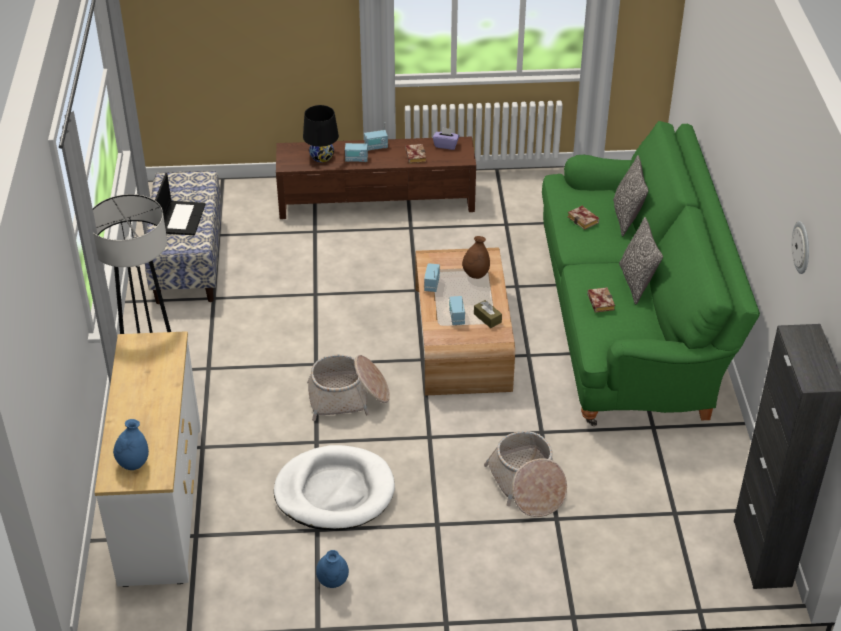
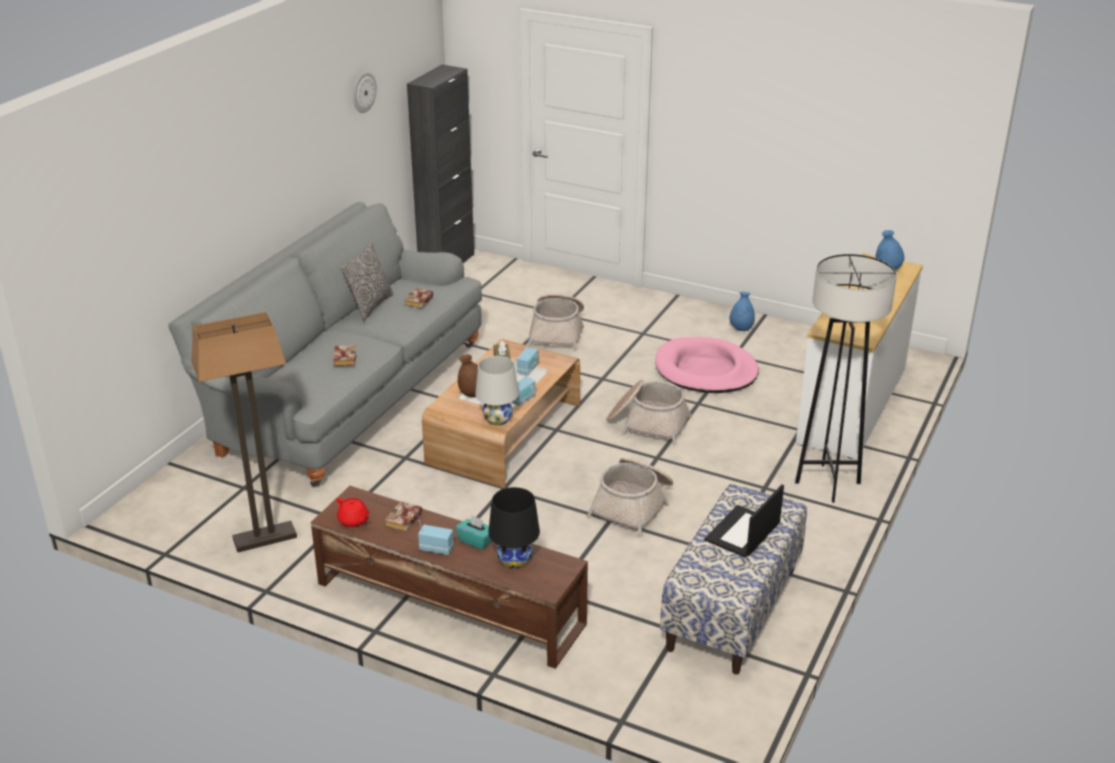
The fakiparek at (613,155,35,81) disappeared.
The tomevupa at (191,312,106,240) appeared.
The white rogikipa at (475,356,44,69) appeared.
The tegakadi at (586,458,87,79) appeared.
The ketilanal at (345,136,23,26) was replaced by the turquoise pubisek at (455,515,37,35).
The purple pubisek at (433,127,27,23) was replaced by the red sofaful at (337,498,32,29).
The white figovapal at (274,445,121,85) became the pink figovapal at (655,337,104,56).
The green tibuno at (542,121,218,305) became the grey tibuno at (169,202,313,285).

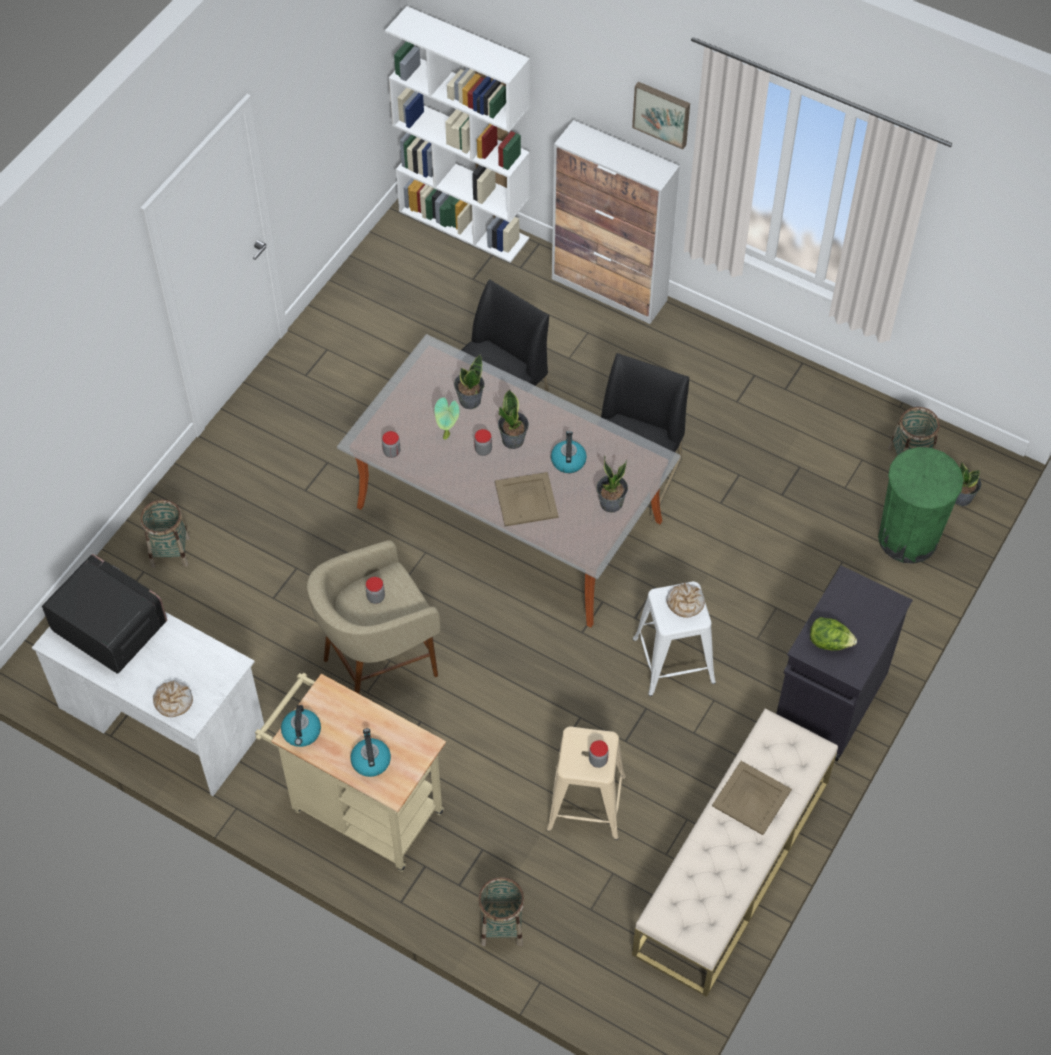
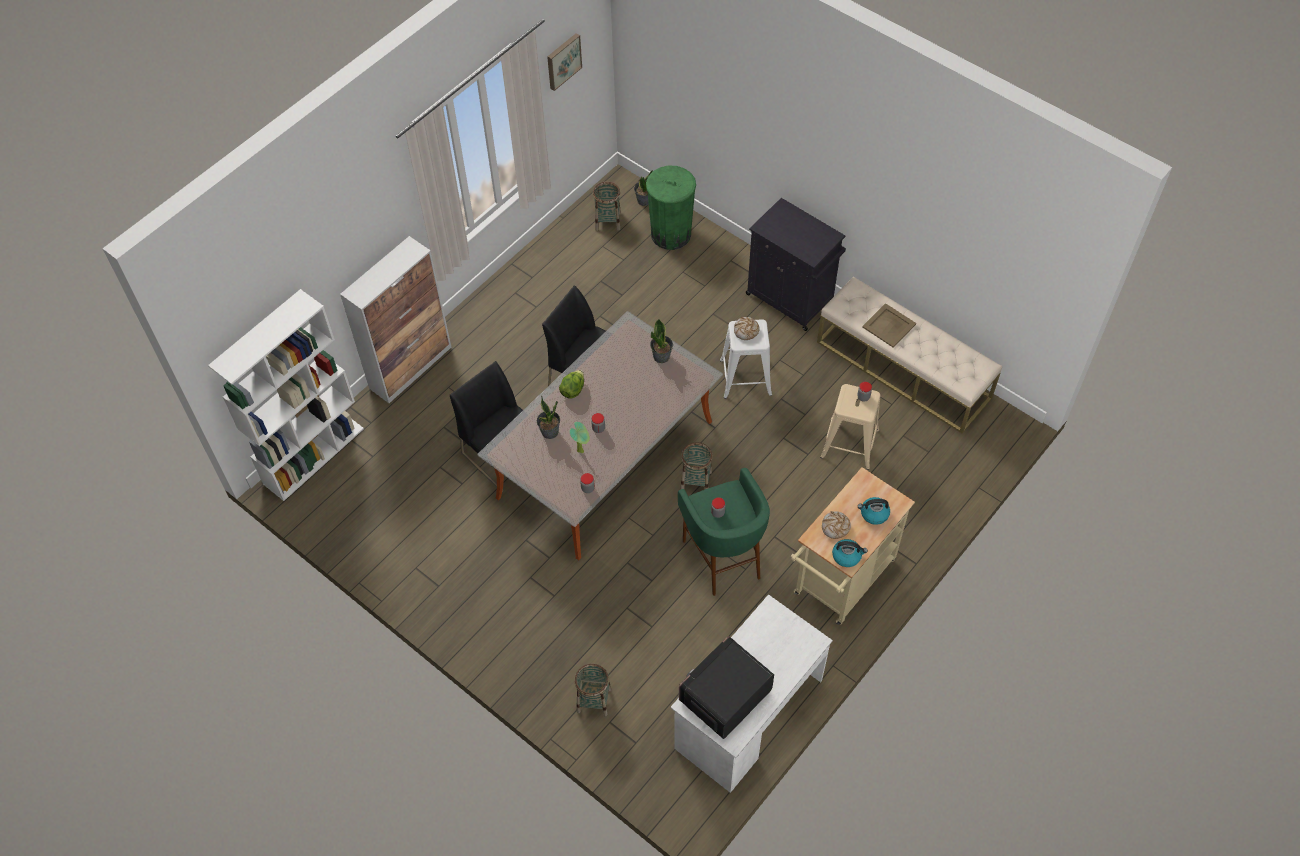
The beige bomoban at (495,472,64,54) disappeared.
The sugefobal at (498,389,31,60) disappeared.
The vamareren at (551,431,36,42) disappeared.
The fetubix moved from (153,680,40,37) to (822,511,29,28).
The tegakadi moved from (478,877,47,69) to (680,442,32,48).
The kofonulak moved from (632,82,58,67) to (547,33,35,58).
The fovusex moved from (810,617,47,34) to (559,370,25,29).
The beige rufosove at (307,540,134,154) became the green rufosove at (678,468,92,128).

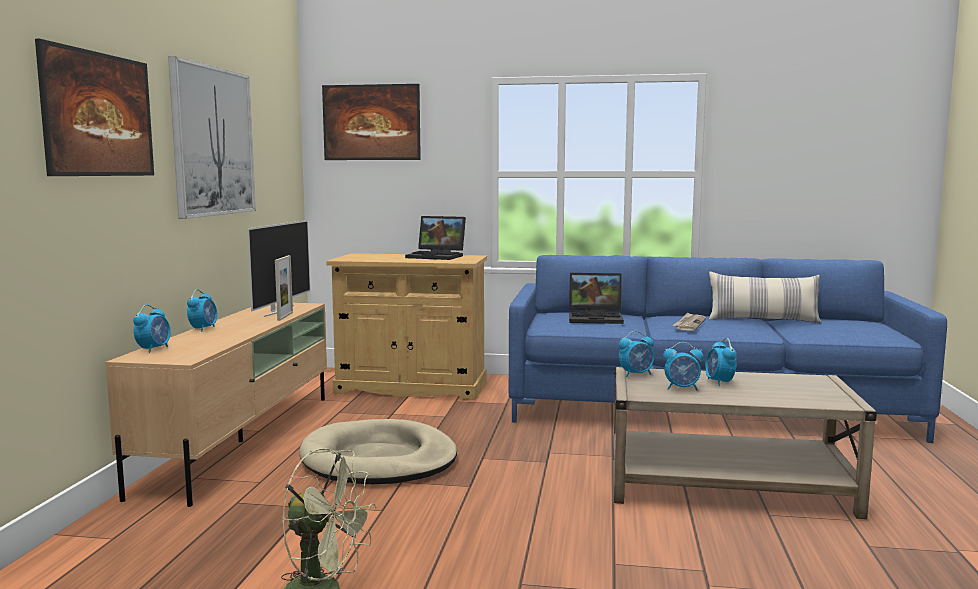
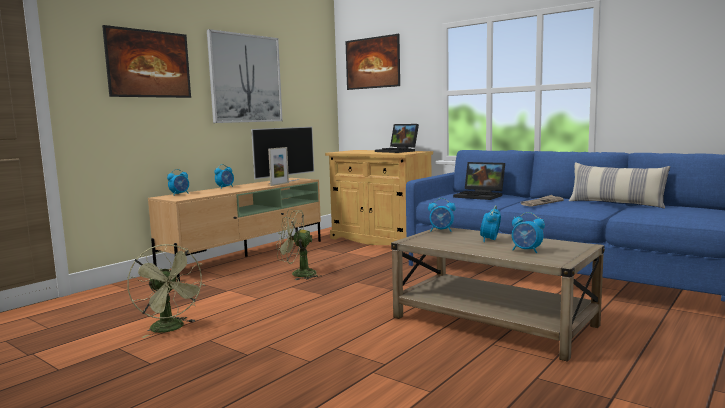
The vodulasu moved from (663,342,40,49) to (512,212,33,41).
The beige figovapal at (299,419,158,65) was replaced by the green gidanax at (276,209,46,71).

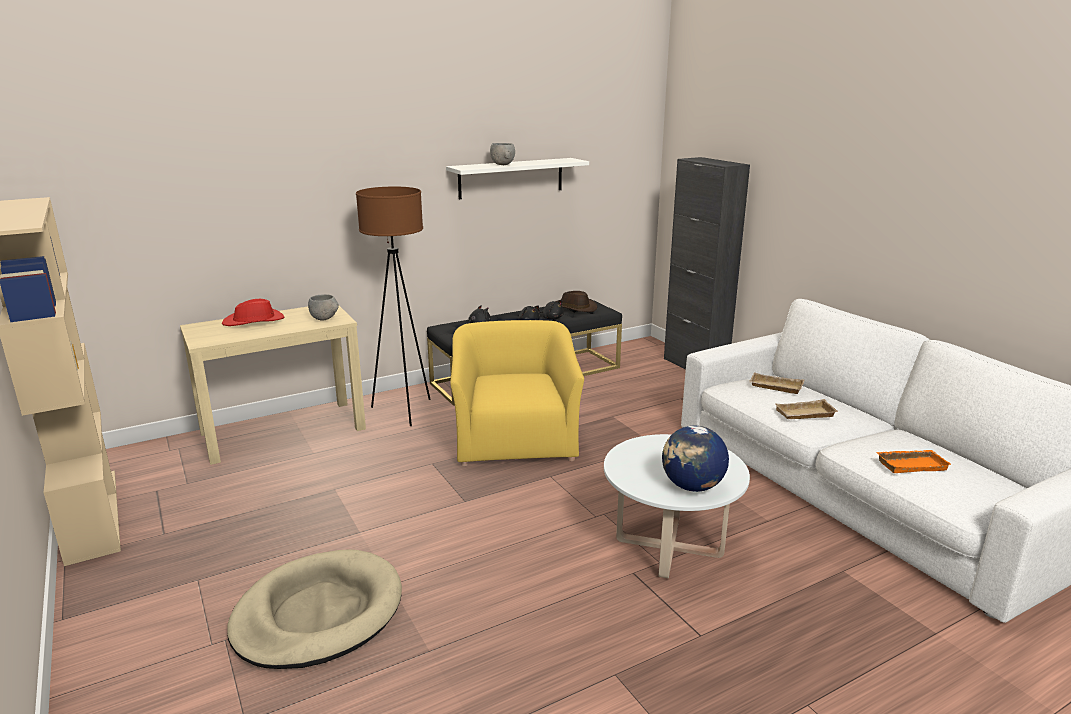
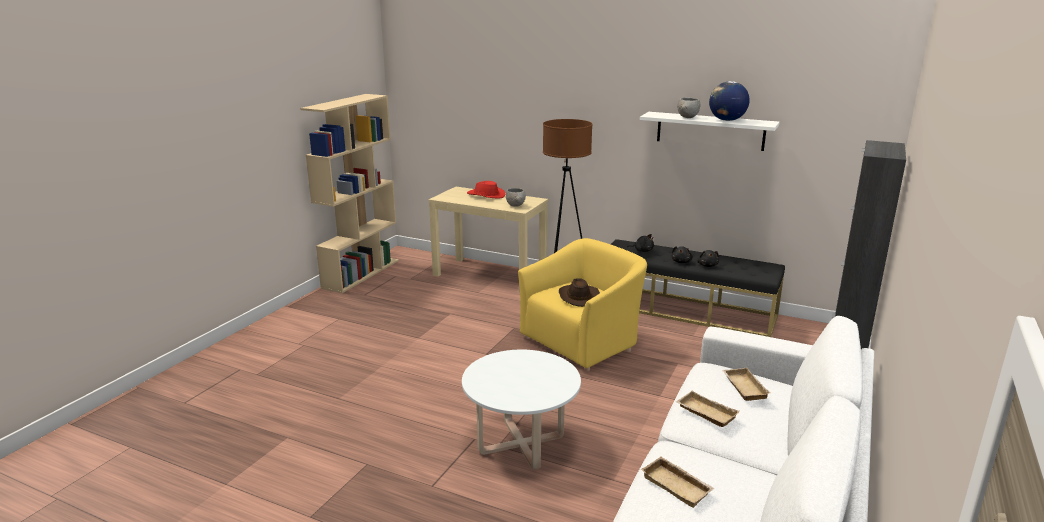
The beige figovapal at (227,549,175,120) disappeared.
The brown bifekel moved from (555,291,42,21) to (559,278,41,29).
The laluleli moved from (662,426,67,66) to (709,81,41,40).
The orange bomoban at (876,450,76,23) became the beige bomoban at (641,457,73,51).

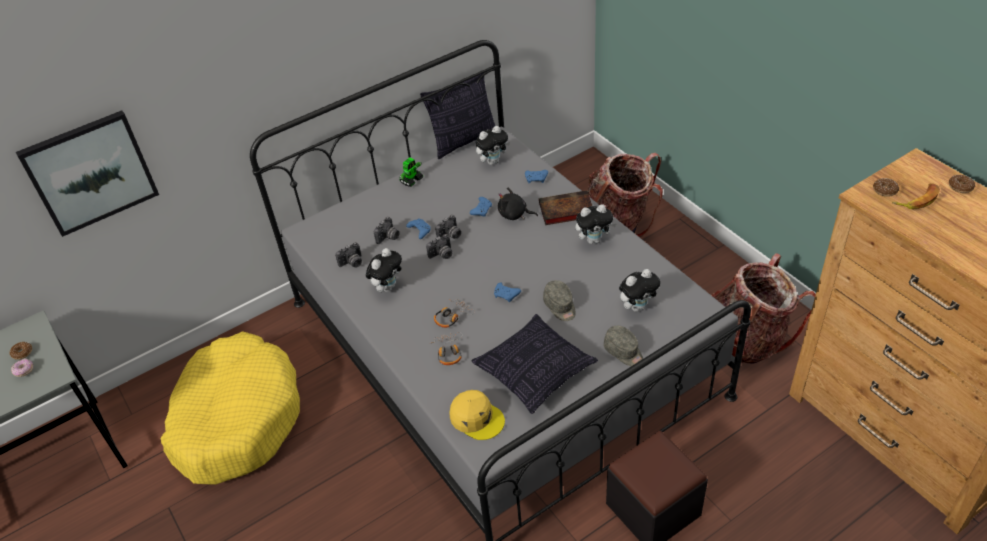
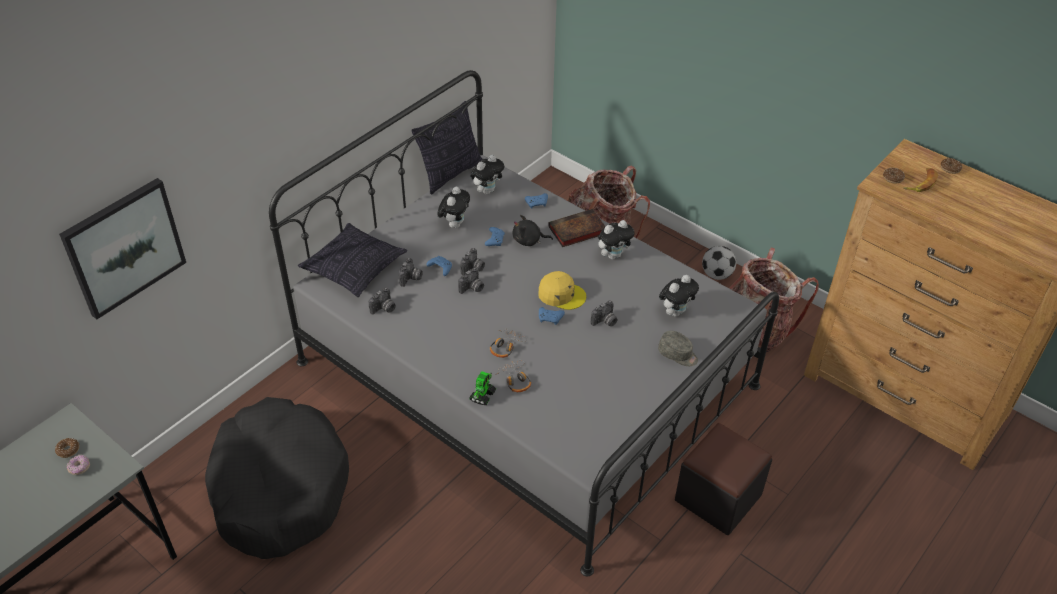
The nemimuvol at (702,246,34,34) appeared.
The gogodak moved from (366,248,36,44) to (438,187,32,41).
The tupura moved from (400,157,23,30) to (470,371,26,34).
The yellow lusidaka moved from (449,390,56,50) to (538,271,48,39).
The fakiparek moved from (471,314,127,100) to (298,223,109,74).
The grey lusidaka at (543,280,32,41) was replaced by the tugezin at (591,300,27,26).
The yellow figovapal at (161,331,139,154) became the black figovapal at (205,397,144,162).

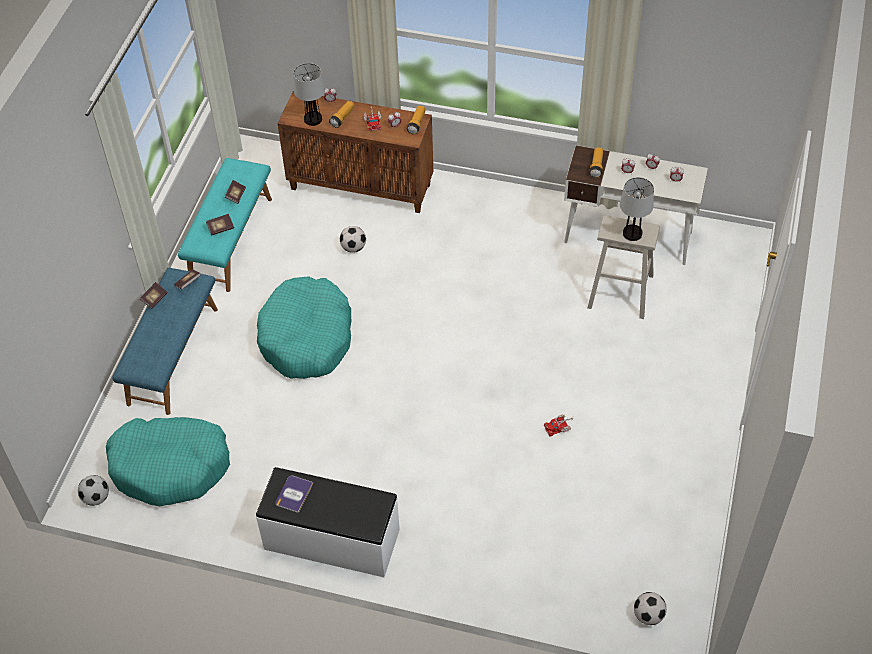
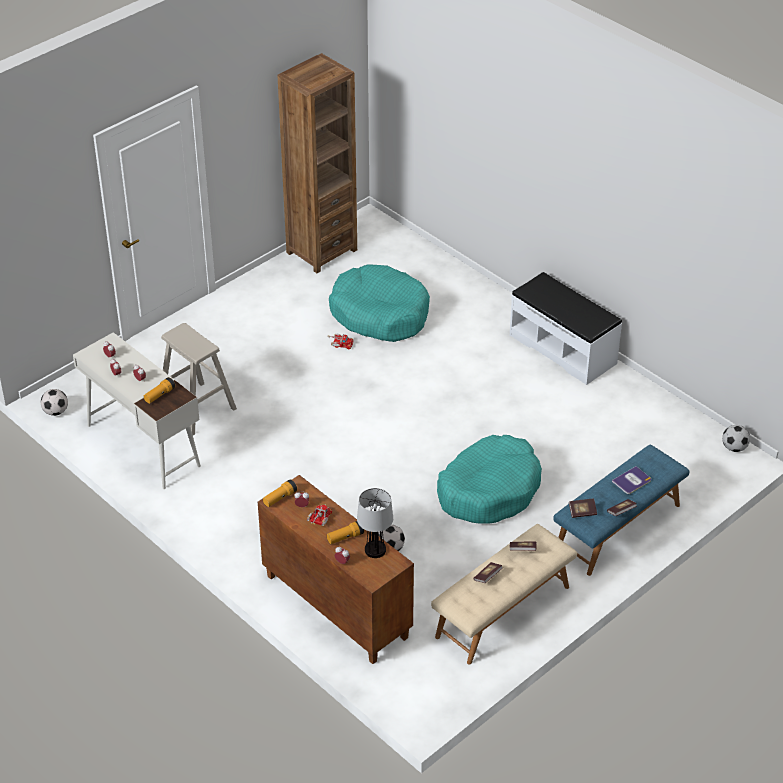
The rogikipa at (620,177,34,64) disappeared.
The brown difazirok at (277,53,80,220) appeared.
The turquoise figovapal moved from (106,417,124,89) to (329,264,101,78).
The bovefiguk moved from (275,475,38,38) to (612,466,39,28).
The nemimuvol moved from (634,592,33,33) to (41,389,27,27).
The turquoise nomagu at (178,158,94,134) became the beige nomagu at (431,524,146,141).

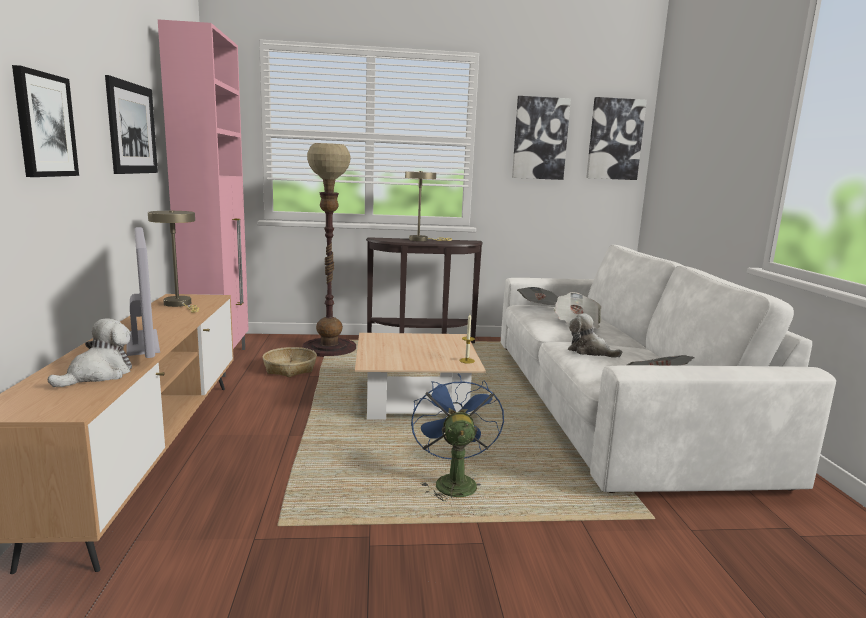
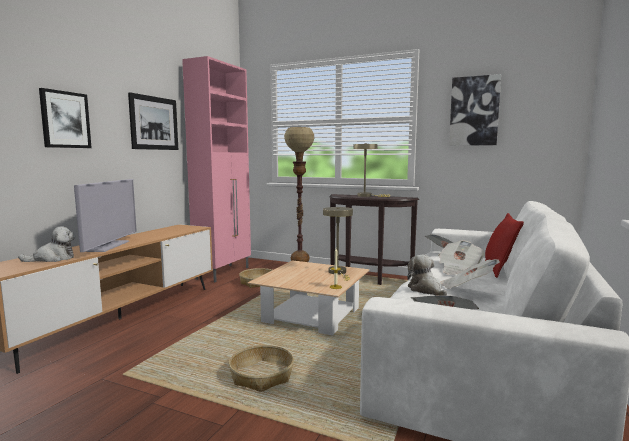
The kofonulak at (586,97,61,83) disappeared.
The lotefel at (440,259,60,30) appeared.
The red fakiparek at (485,213,39,65) appeared.
The beige rogikipa moved from (148,210,51,103) to (323,207,30,74).
The blue gidanax at (411,374,93,131) was replaced by the tegakadi at (229,345,65,47).

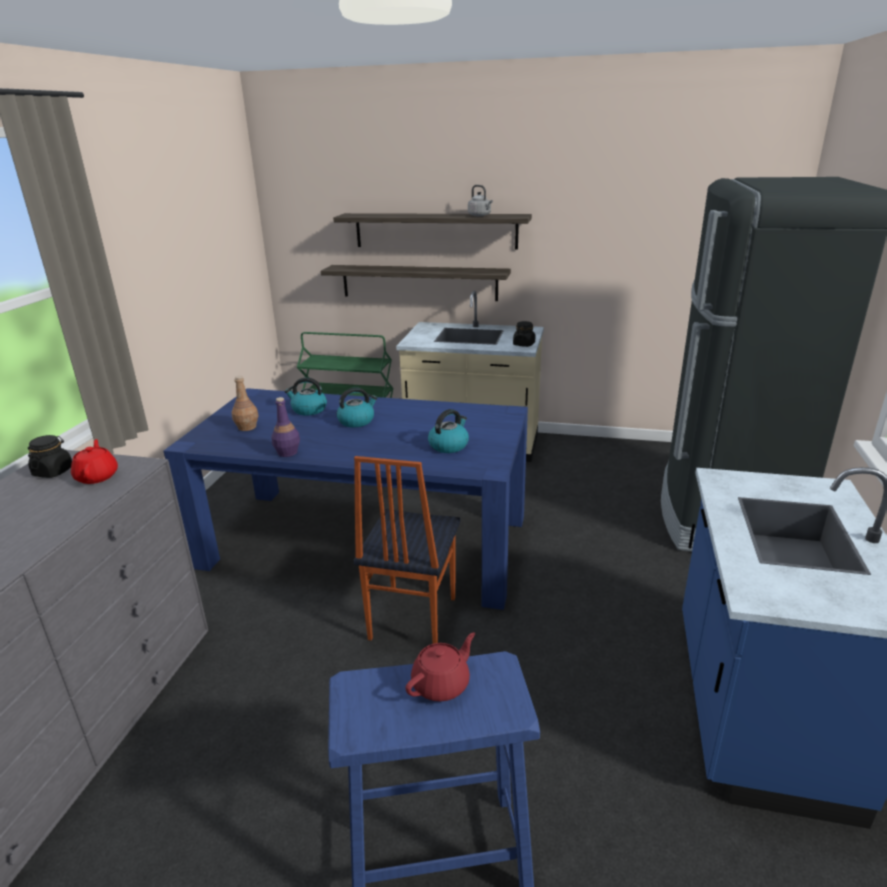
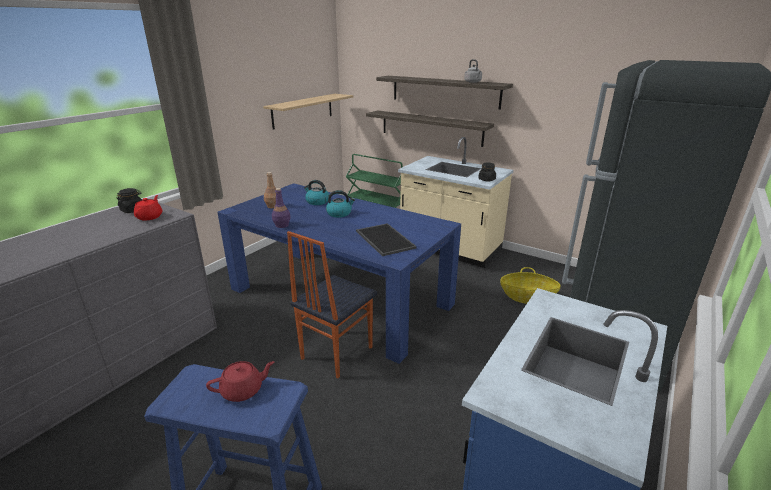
The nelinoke at (263,94,91,36) appeared.
The tegakadi at (501,267,59,37) appeared.
The vamareren at (428,409,41,44) was replaced by the bomoban at (356,223,61,33).

